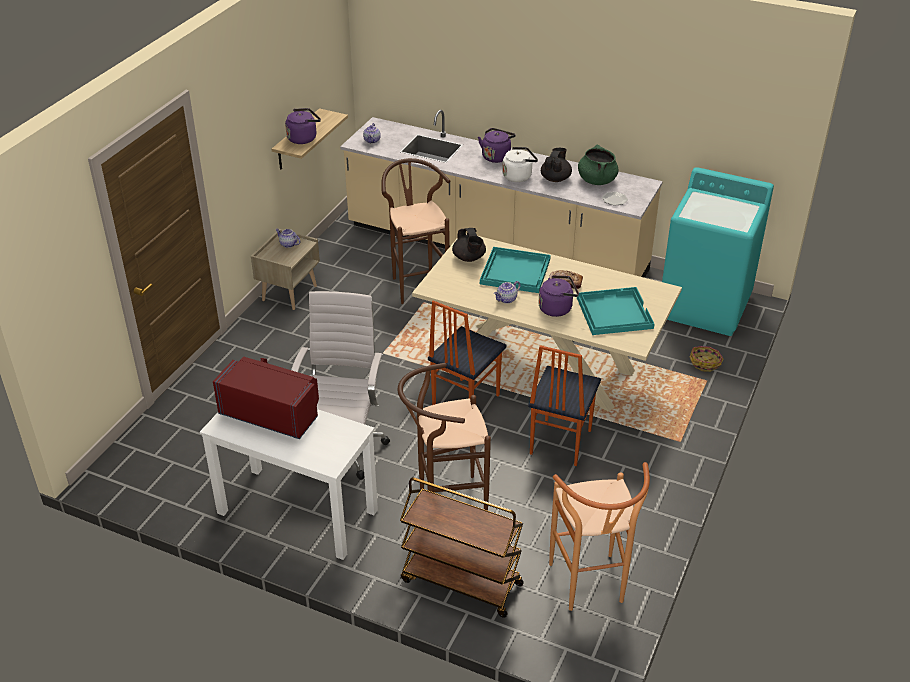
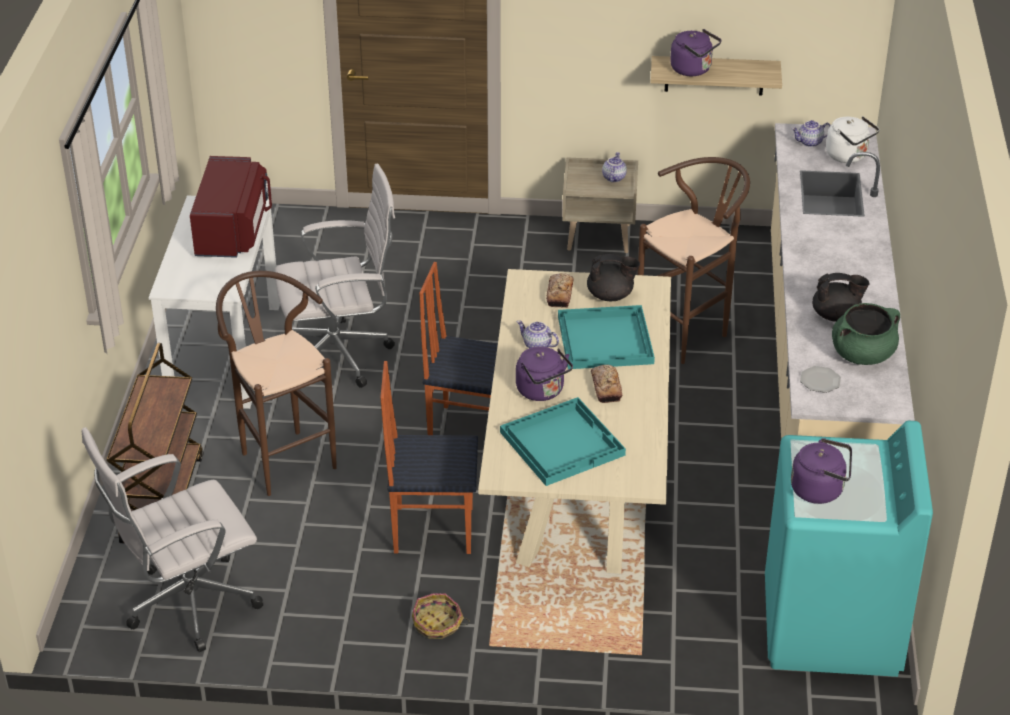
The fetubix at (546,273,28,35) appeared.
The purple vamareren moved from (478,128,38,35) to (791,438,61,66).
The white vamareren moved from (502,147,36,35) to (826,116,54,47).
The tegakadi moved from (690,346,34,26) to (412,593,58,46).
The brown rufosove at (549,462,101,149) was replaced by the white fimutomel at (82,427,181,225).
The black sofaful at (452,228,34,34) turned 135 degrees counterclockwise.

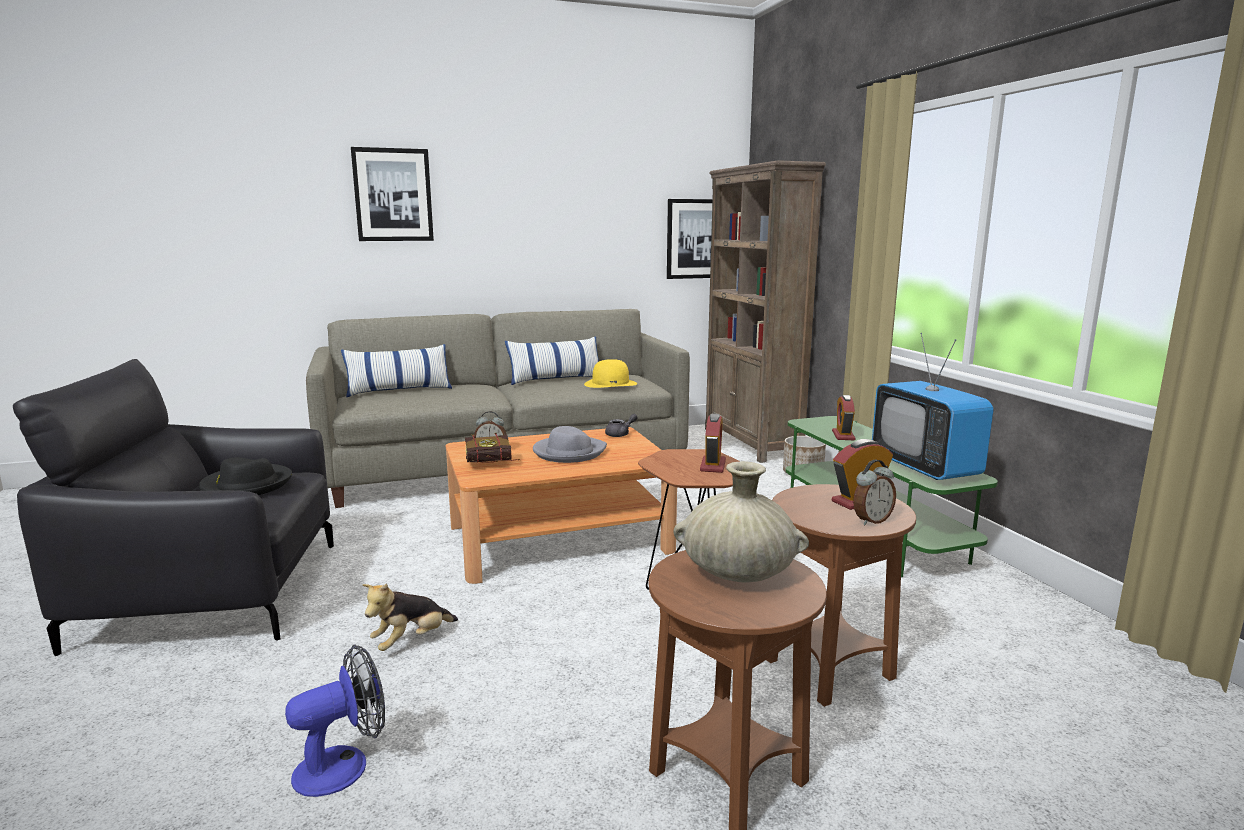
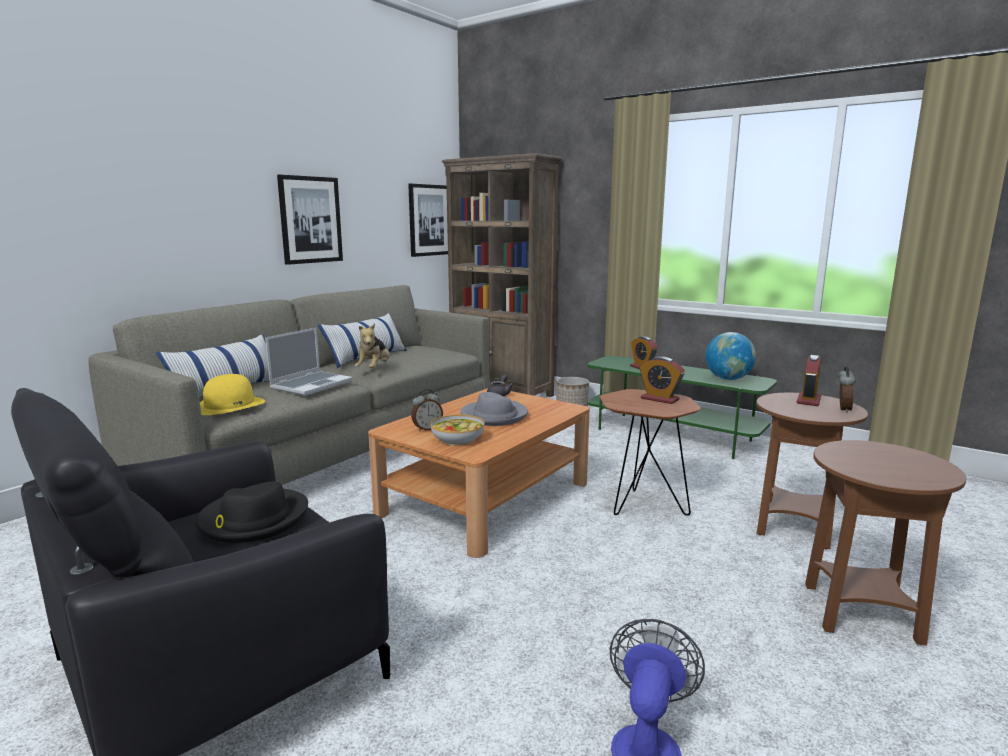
The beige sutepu at (673,461,136,121) disappeared.
The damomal at (265,327,88,69) appeared.
The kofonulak moved from (351,147,83,94) to (277,175,66,90).
The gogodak moved from (363,584,95,67) to (355,323,35,45).
The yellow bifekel moved from (584,359,53,29) to (200,374,65,41).
The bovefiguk at (465,433,54,30) was replaced by the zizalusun at (431,415,54,30).
The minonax at (872,333,122,147) was replaced by the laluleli at (705,332,51,48).
The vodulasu at (700,414,26,59) turned 150 degrees clockwise.

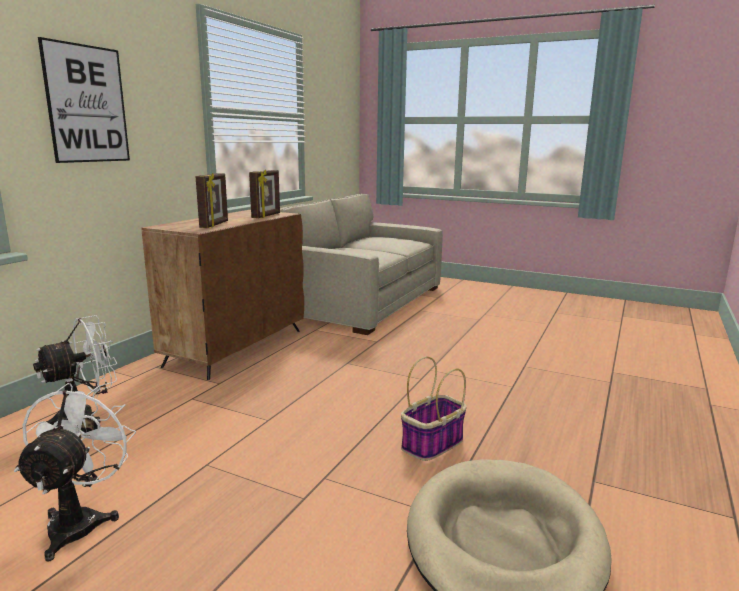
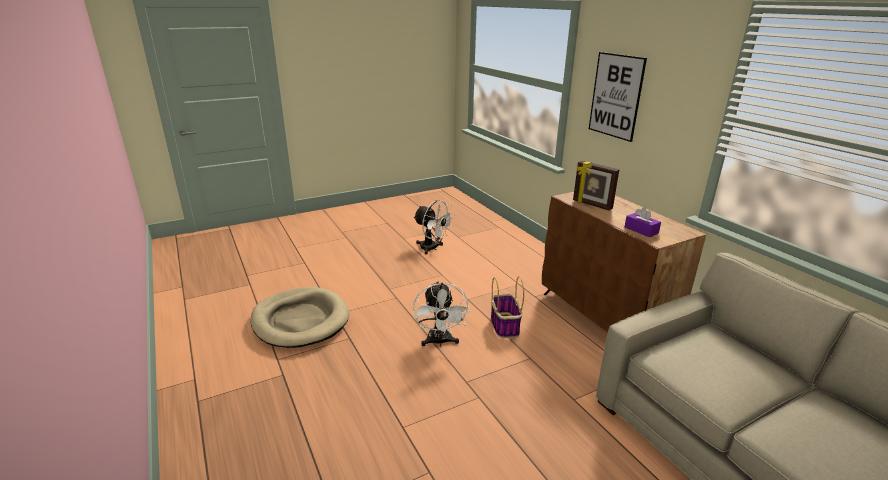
The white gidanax moved from (33,315,84,110) to (413,281,57,66).
The tegakadi moved from (401,356,66,105) to (491,276,33,62).
The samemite at (249,170,31,48) was replaced by the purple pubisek at (625,207,36,30).

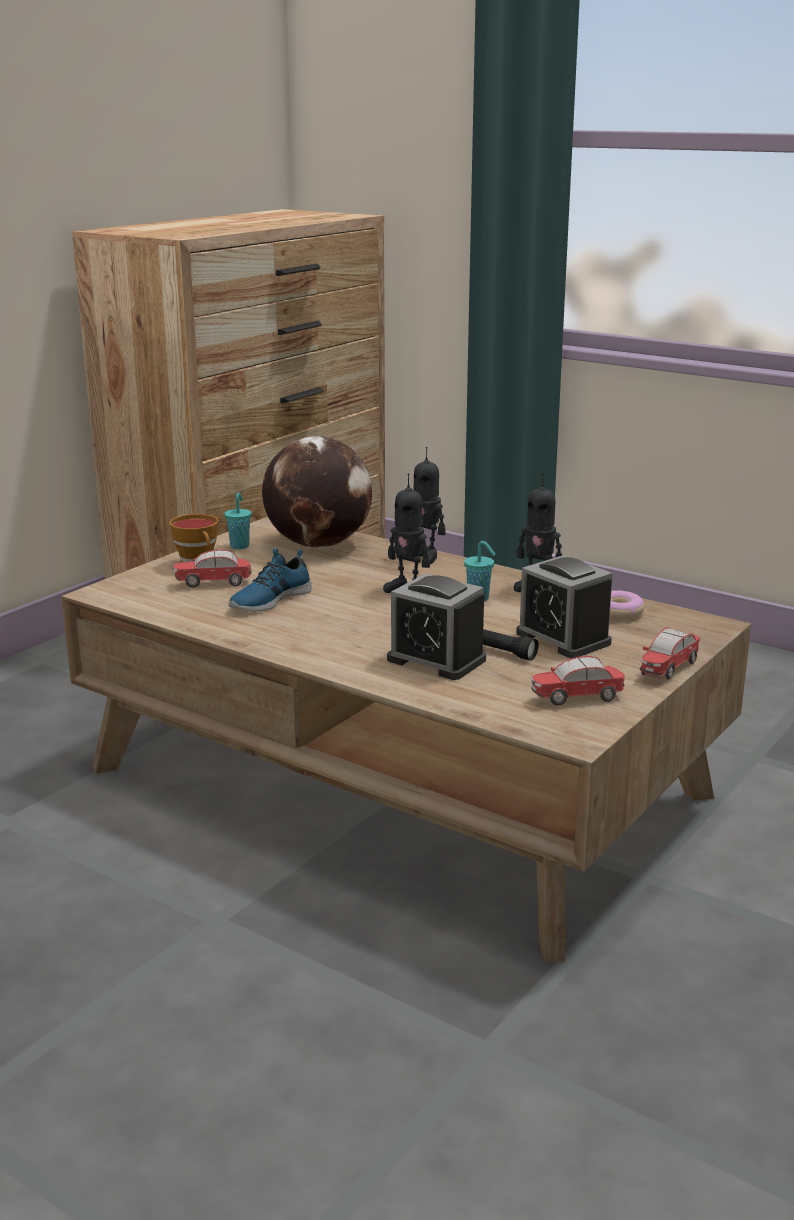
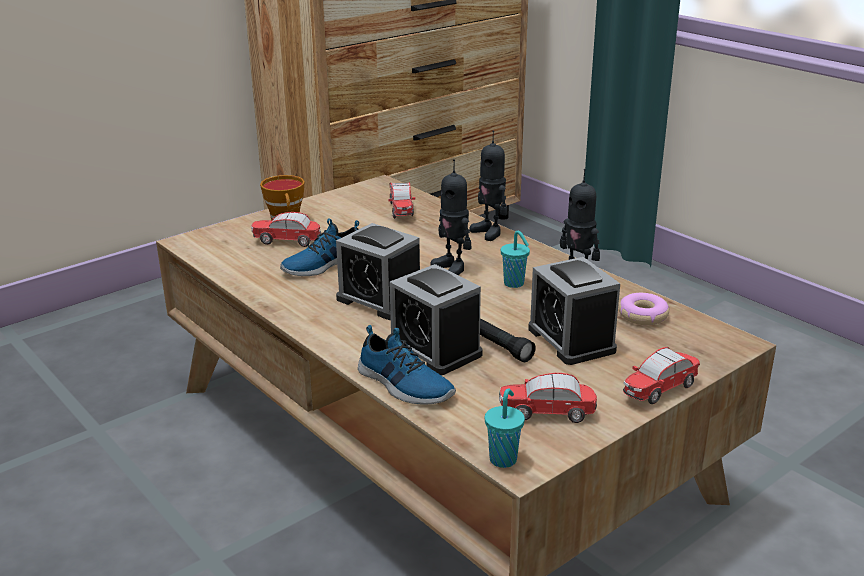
The vodulasu at (336,223,84,97) appeared.
The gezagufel at (358,325,98,80) appeared.
The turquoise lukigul moved from (225,493,27,56) to (485,388,40,80).
The laluleli at (262,436,110,112) was replaced by the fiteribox at (388,182,28,37).

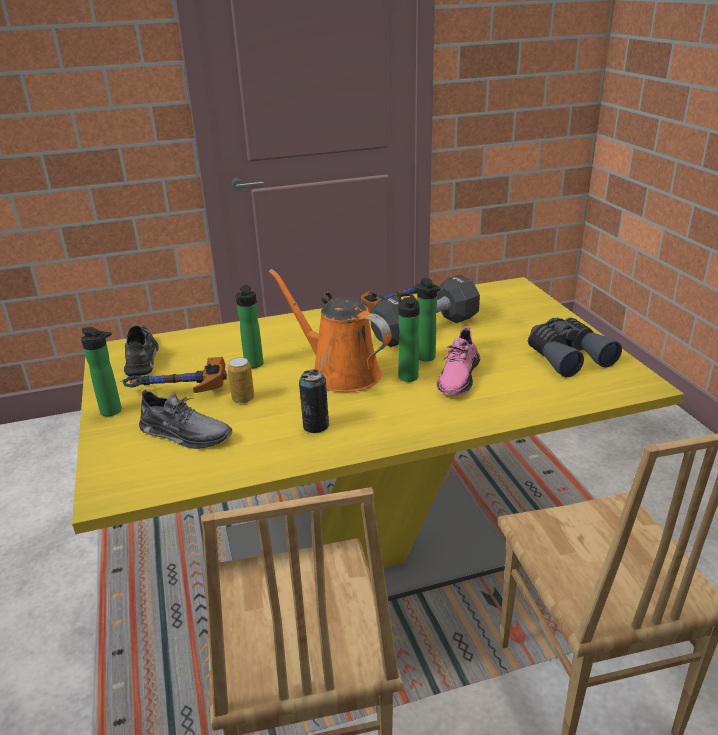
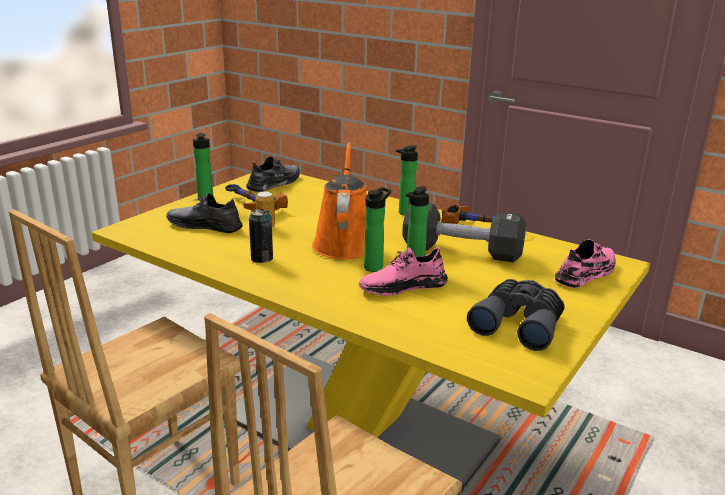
The pink gezagufel at (555,239,61,49) appeared.
The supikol moved from (235,285,28,84) to (396,145,22,71).
The grey gezagufel at (139,389,93,60) turned 120 degrees clockwise.

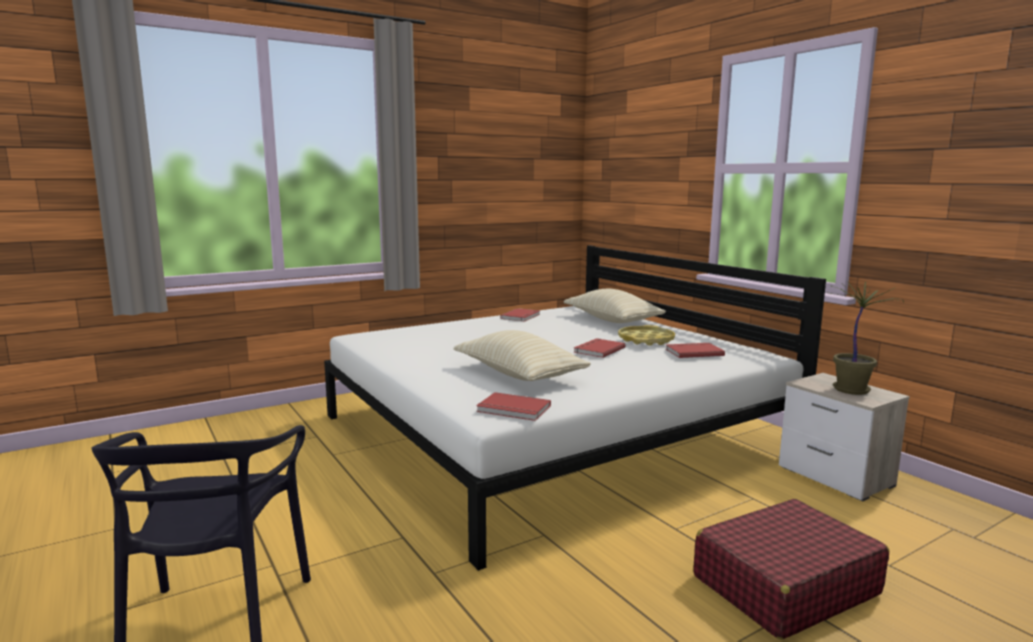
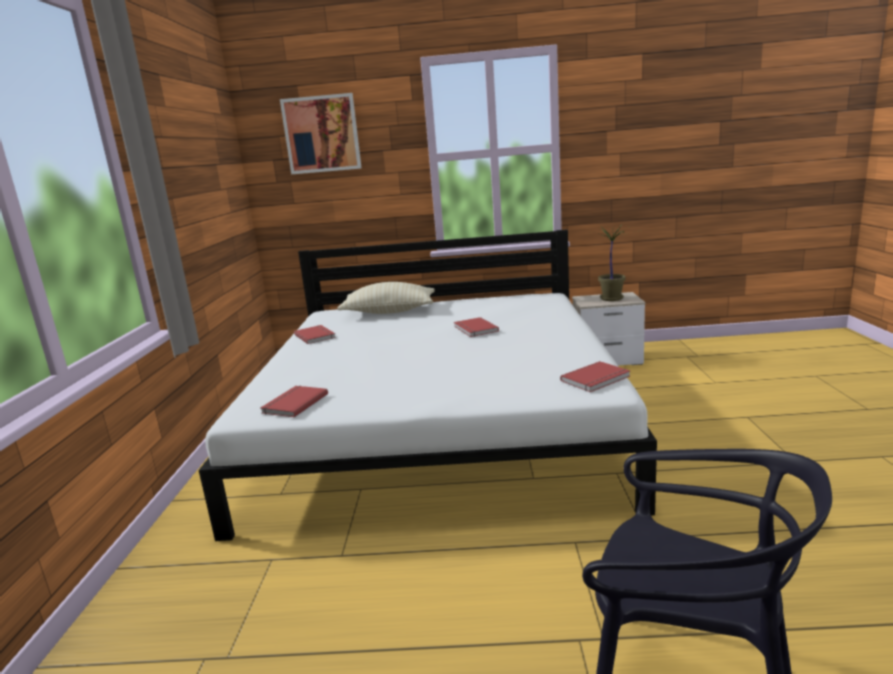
The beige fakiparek at (453,330,138,51) disappeared.
The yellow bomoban at (618,325,57,21) disappeared.
The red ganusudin at (694,499,195,140) disappeared.
The kofonulak at (280,93,82,81) appeared.
The red bovefiguk moved from (666,343,59,15) to (261,386,67,31).

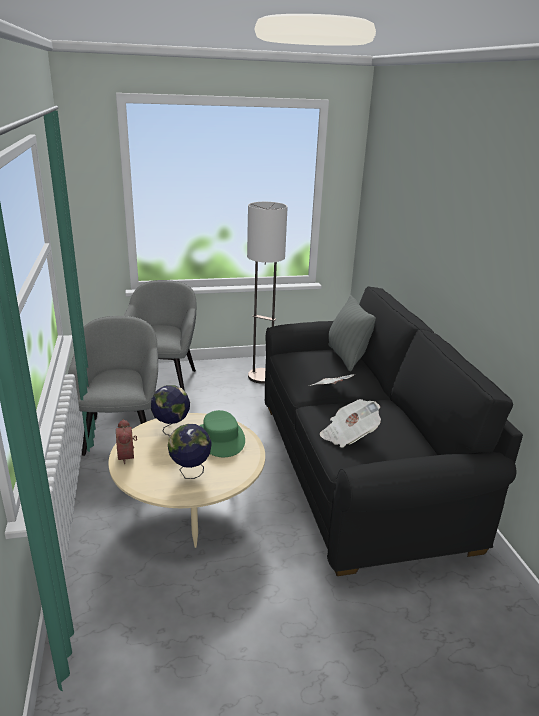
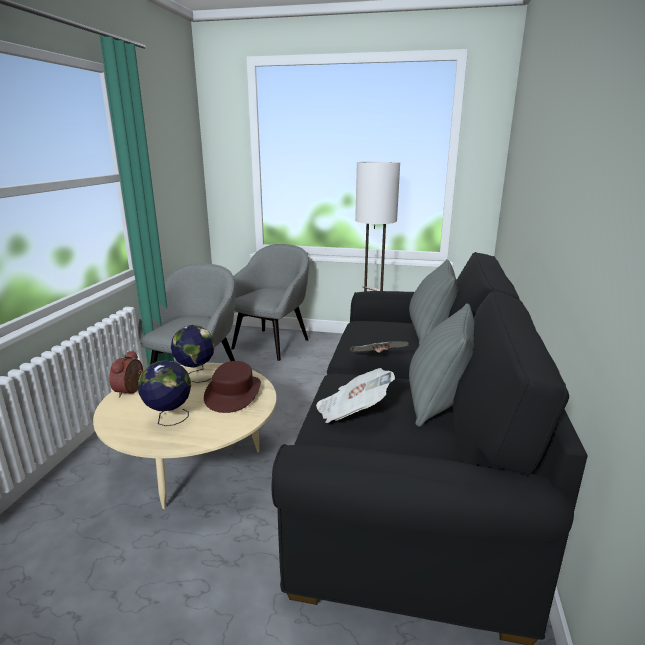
The grey fakiparek at (409,303,66,124) appeared.
The green bifekel at (199,410,46,47) became the brown bifekel at (204,361,57,52).

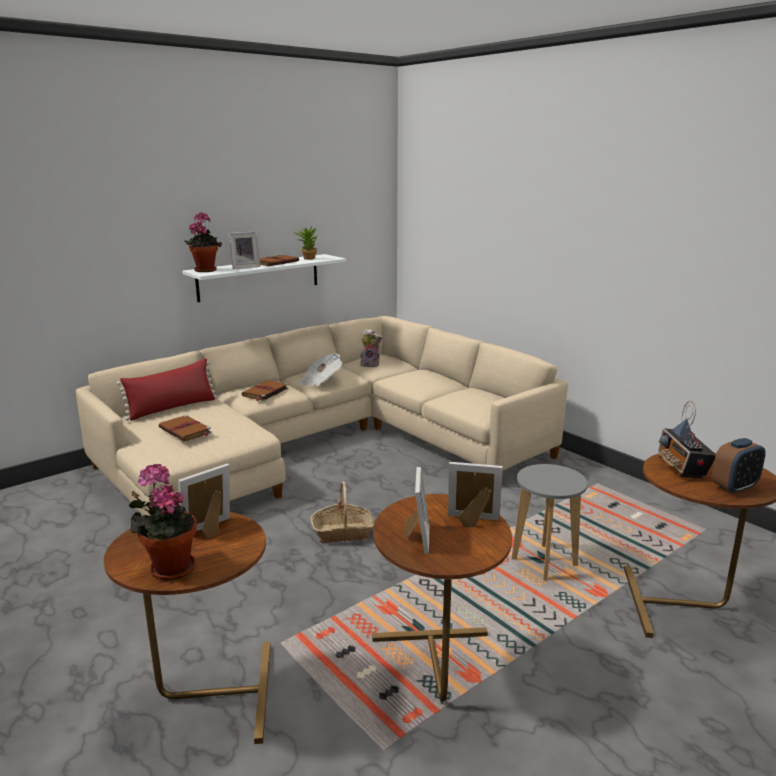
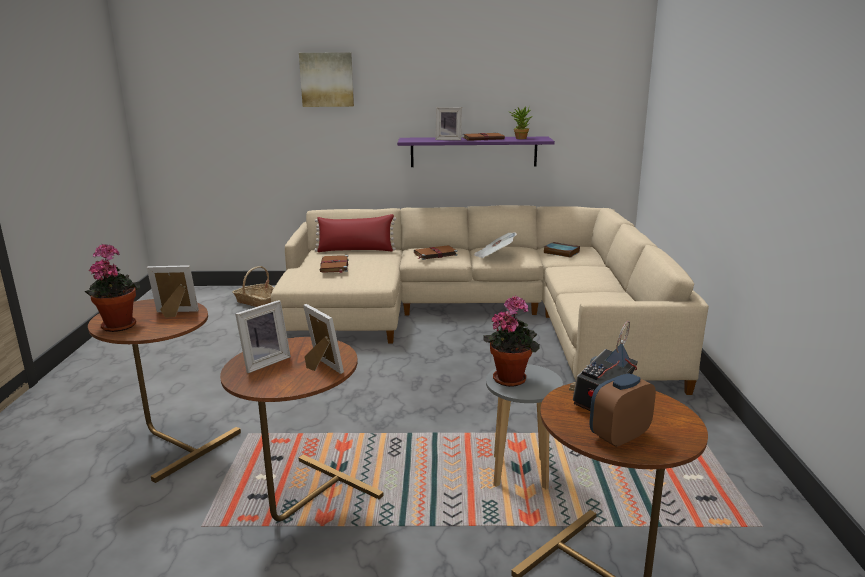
The kofonulak at (299,52,55,55) appeared.
The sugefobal moved from (185,212,37,60) to (483,296,57,91).
The tegakadi moved from (311,481,63,62) to (232,266,42,41).
The gogodak at (360,329,23,38) was replaced by the bovefiguk at (544,242,36,16).
The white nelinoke at (182,254,164,48) became the purple nelinoke at (397,137,158,30).
The vodulasu at (712,438,54,56) turned 135 degrees clockwise.

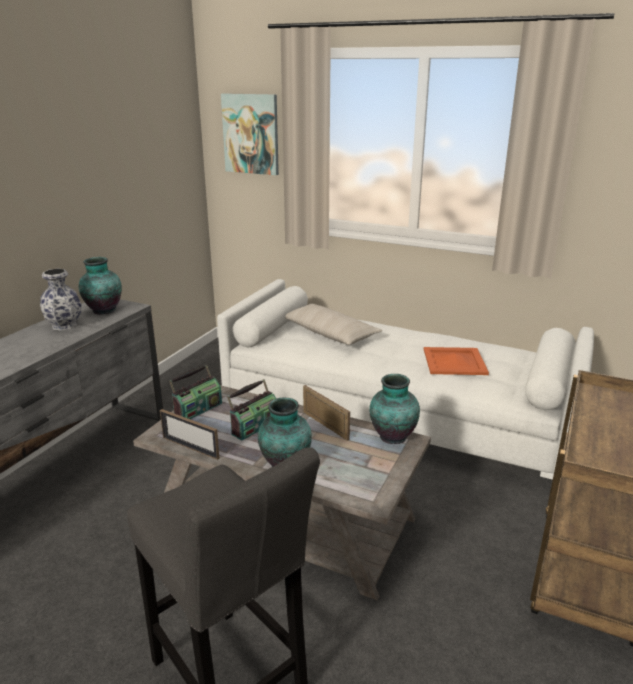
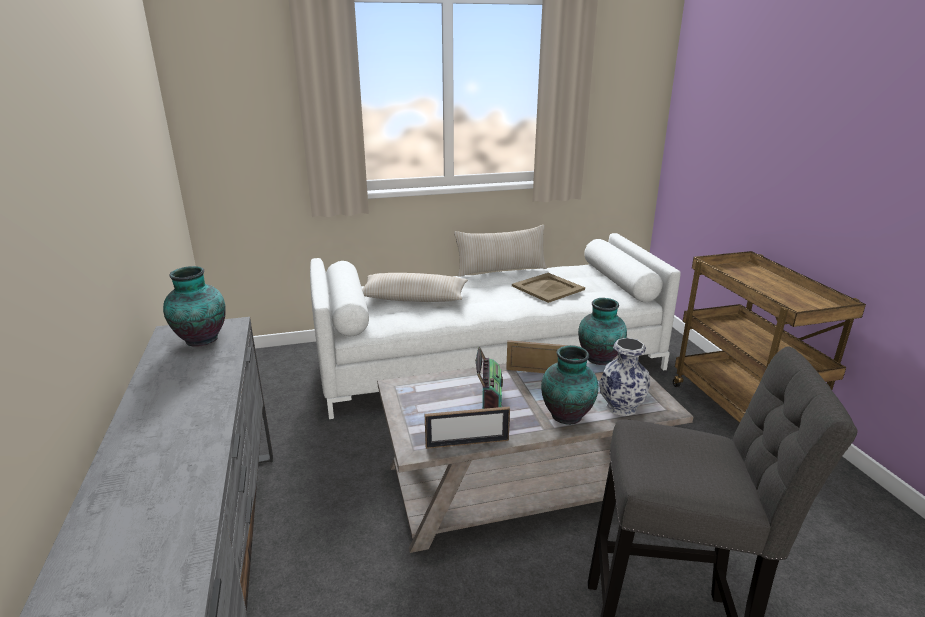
The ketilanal at (169,365,53,54) disappeared.
The kofonulak at (221,93,58,82) disappeared.
The beige fakiparek at (454,225,93,52) appeared.
The sutepu moved from (40,269,41,62) to (599,338,51,78).
The orange bomoban at (424,347,65,28) became the beige bomoban at (512,273,73,30).

